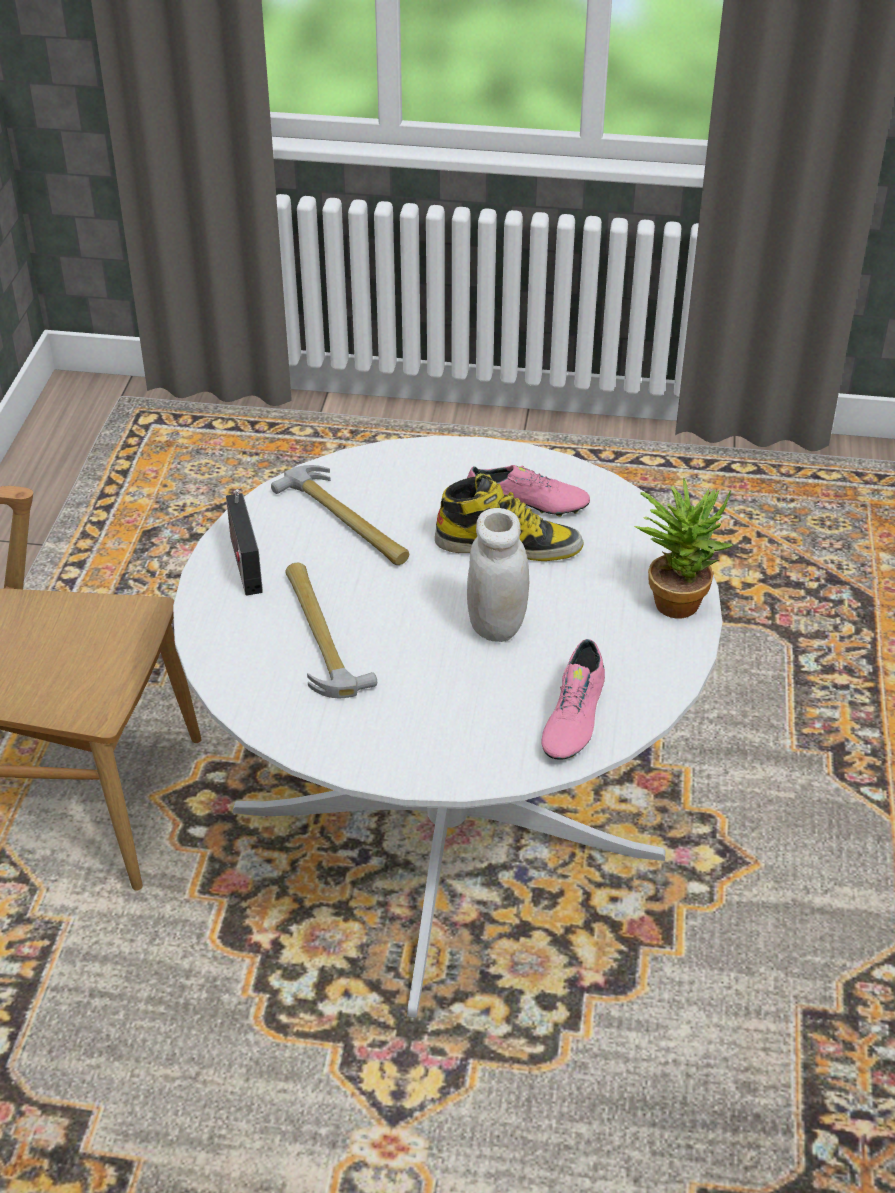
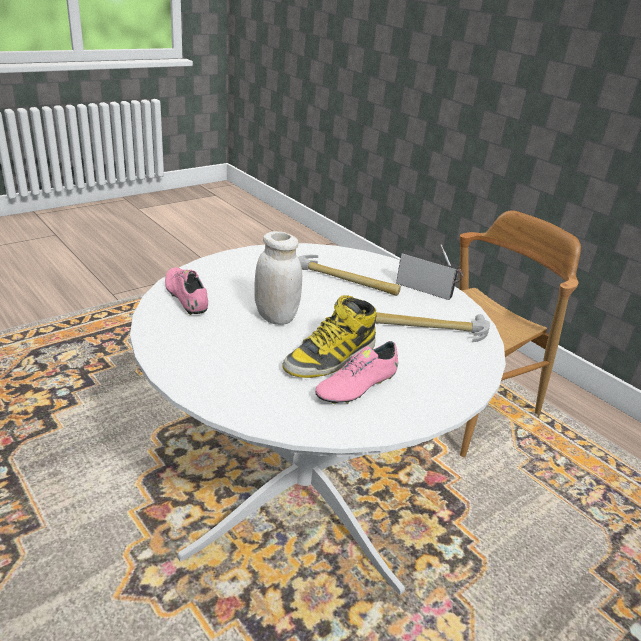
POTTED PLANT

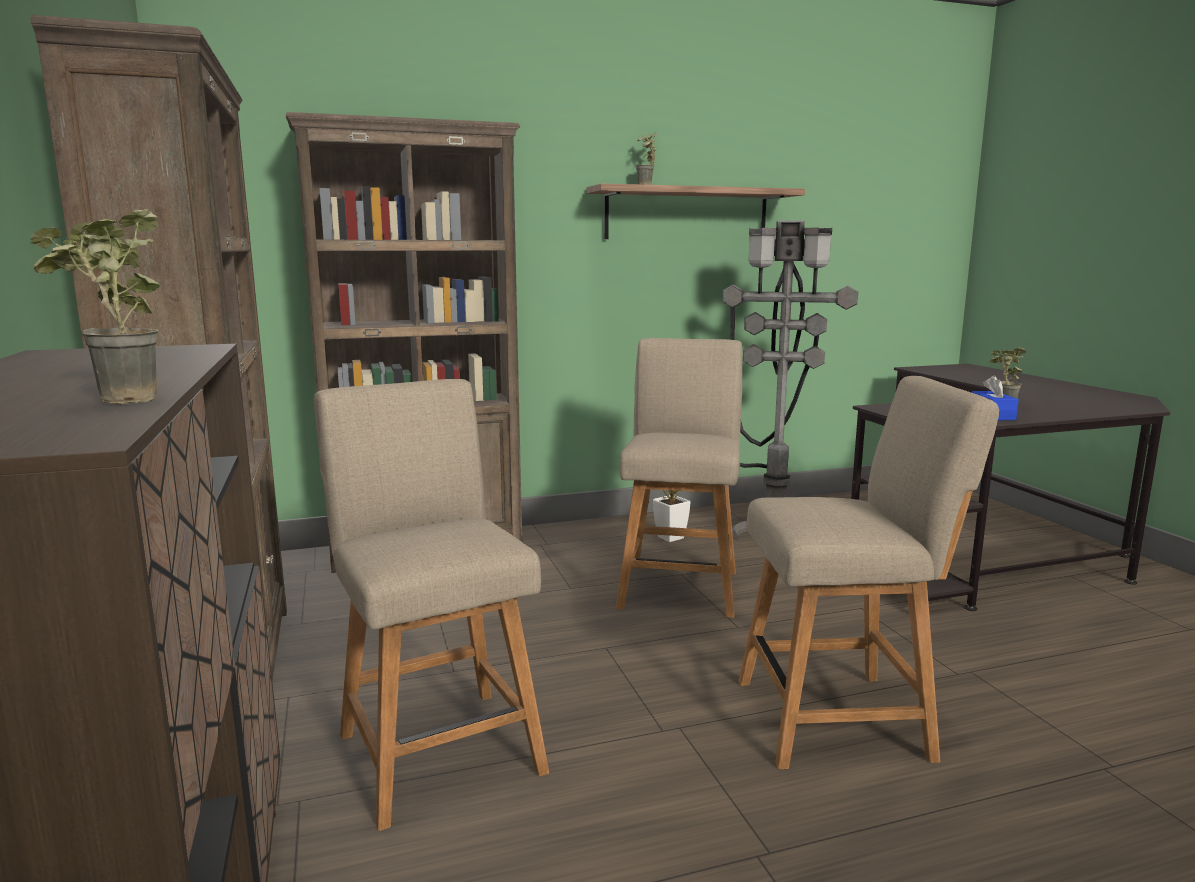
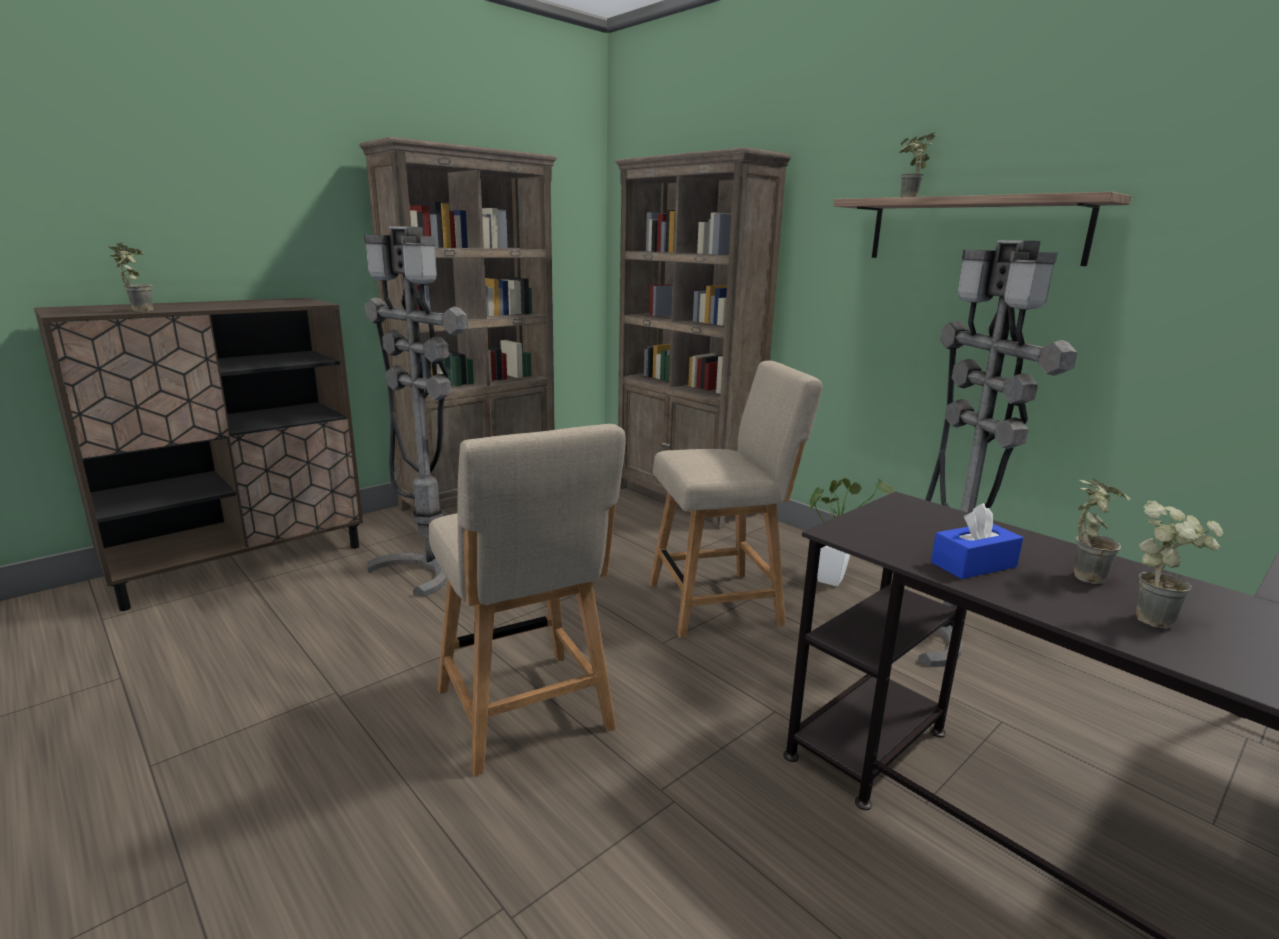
GREY FLOOR LAMP (1st from left)
POTTED PLANT (5th from left)

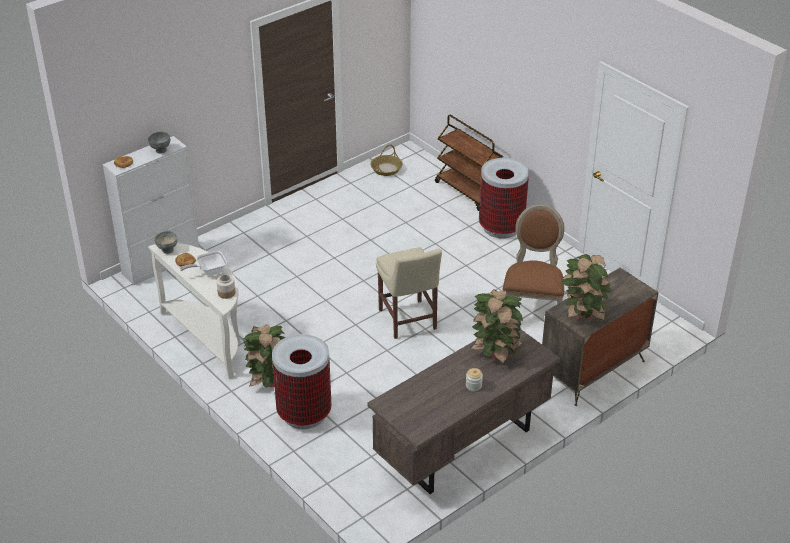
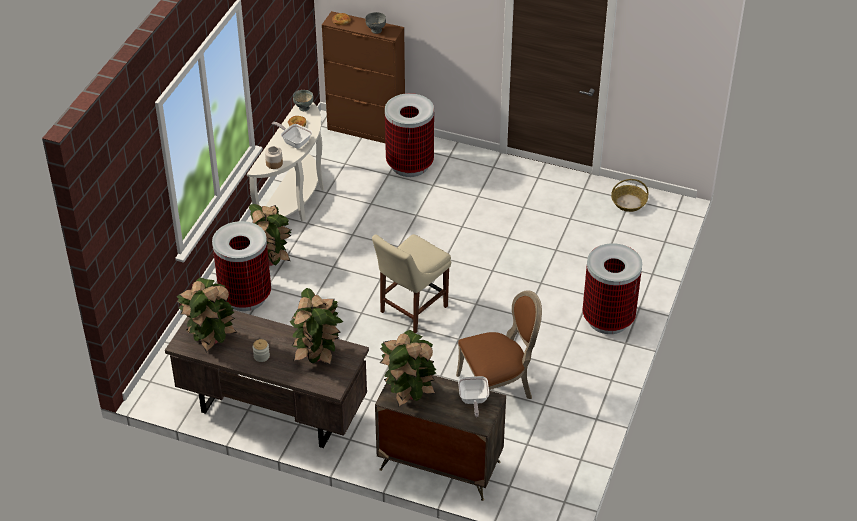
BROWN CART
BROWN CABINET
TRASH CAN (2nd from left)
POTTED PLANT (1st from left)
FRYING PAN (2nd from left)

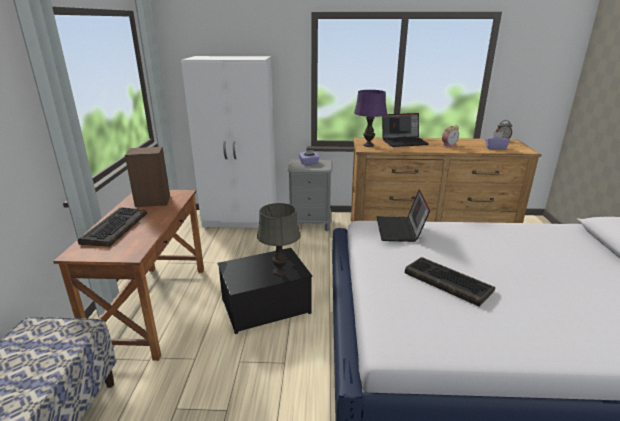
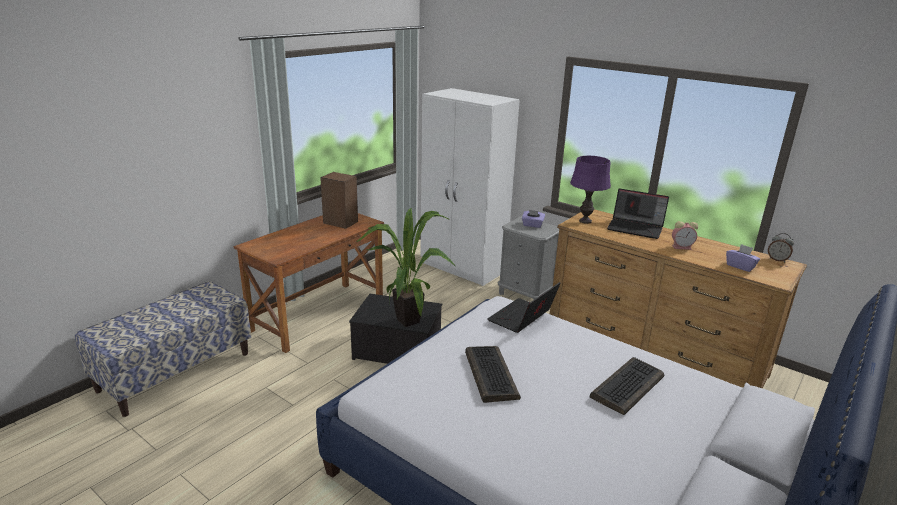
POTTED PLANT
KEYBOARD (2nd from left)

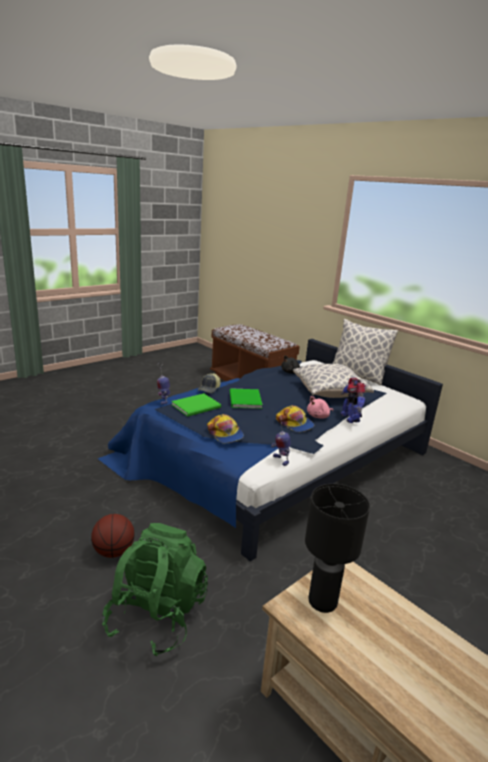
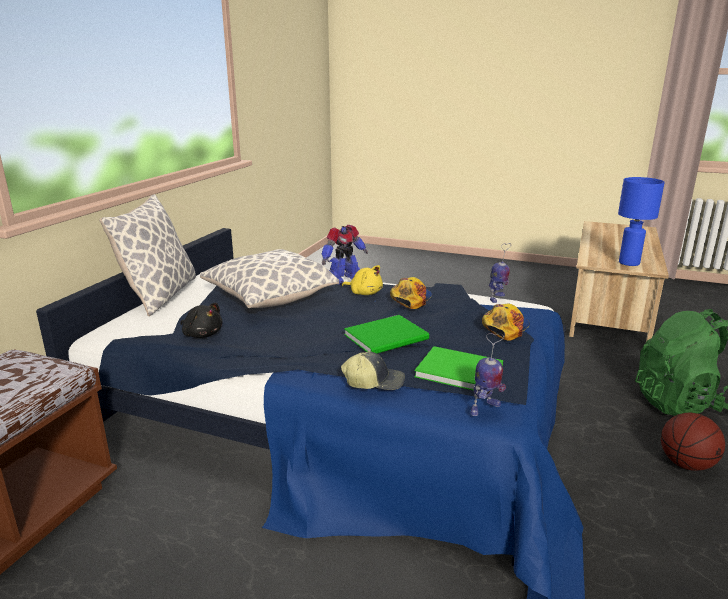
YELLOW PLUSH TOY
BLUE TABLE LAMP

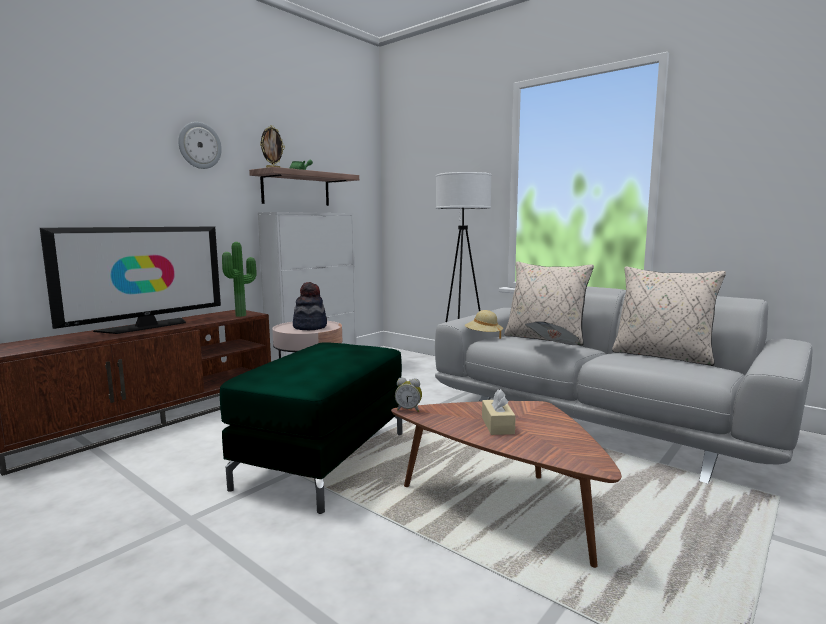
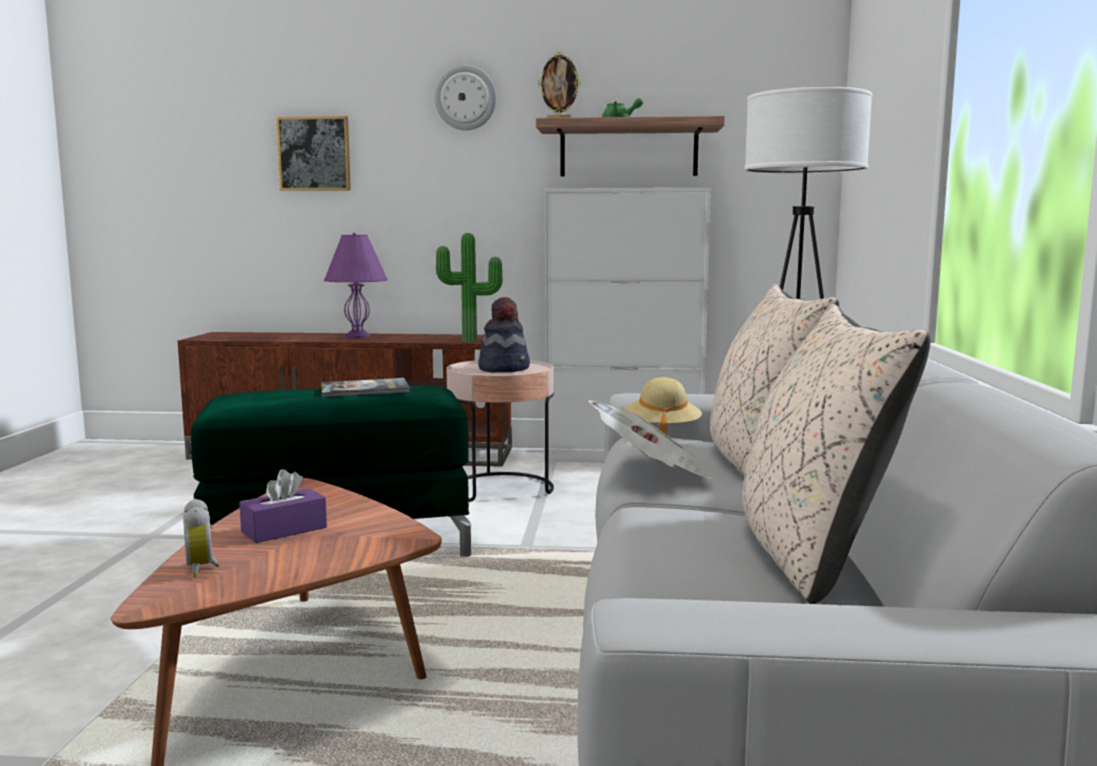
PURPLE TABLE LAMP
ALARM CLOCK
PURPLE TISSUE BOX
PICTURE
BOOK

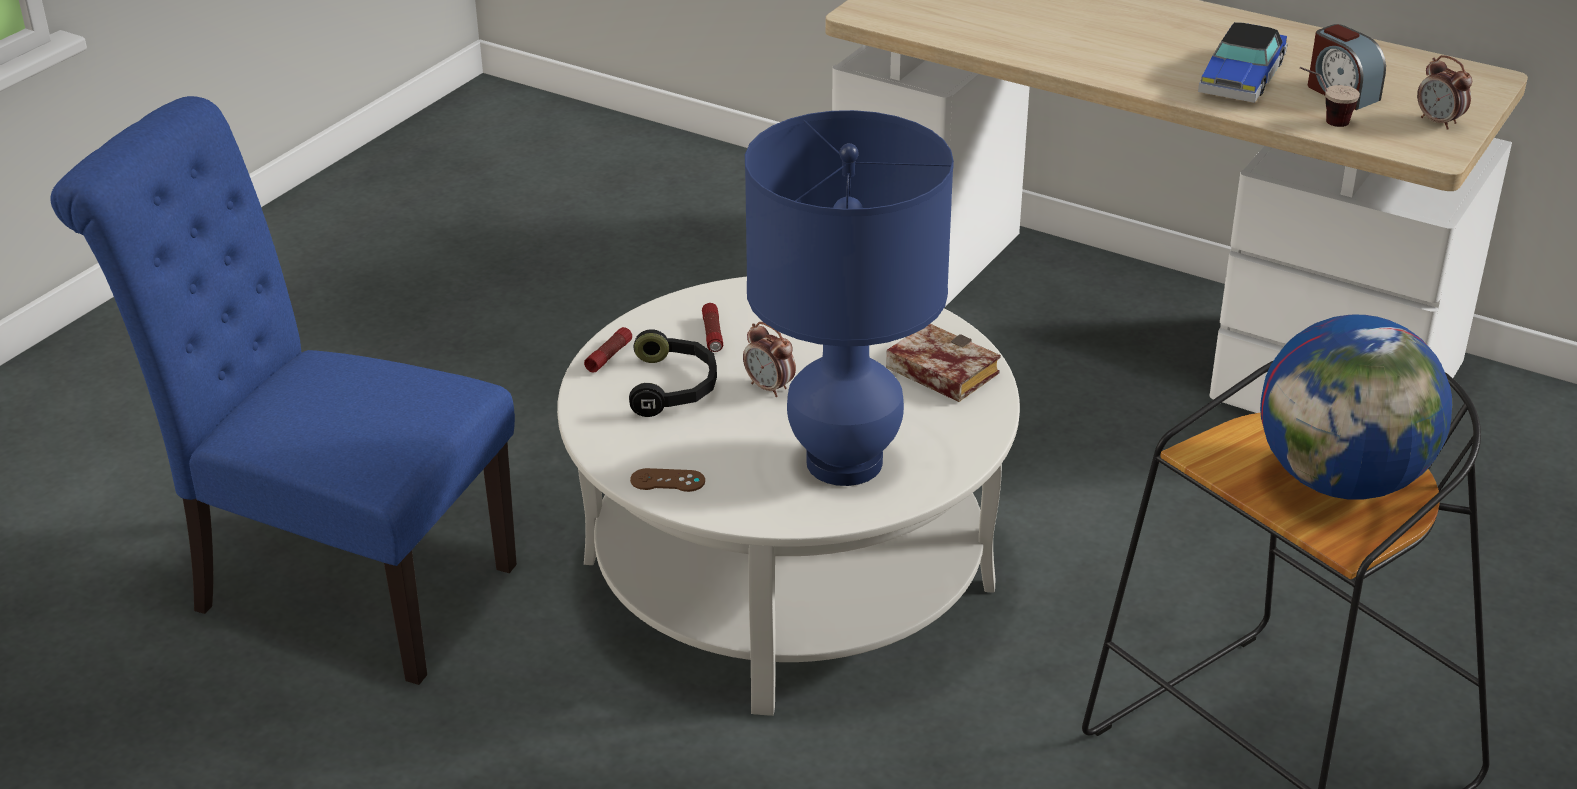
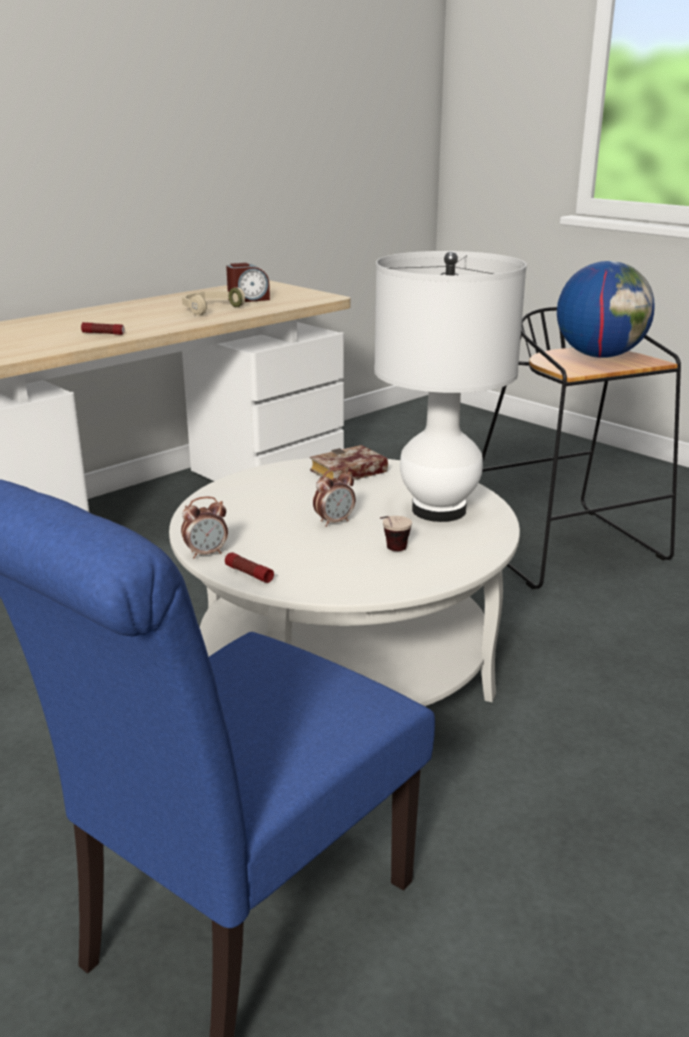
BEIGE HEADPHONES
ALARM CLOCK (1st from left)
CUP
WHITE TABLE LAMP
FLASHLIGHT (1st from left)
BLACK HEADPHONES
BROWN GAME CONTROLLER

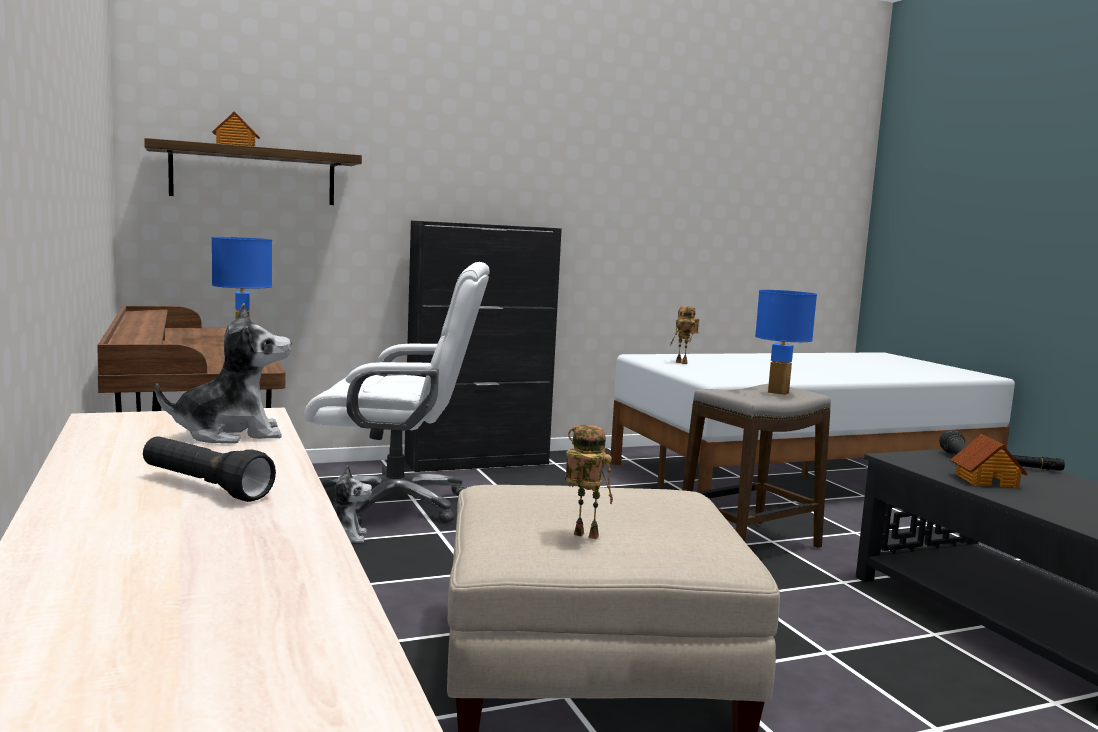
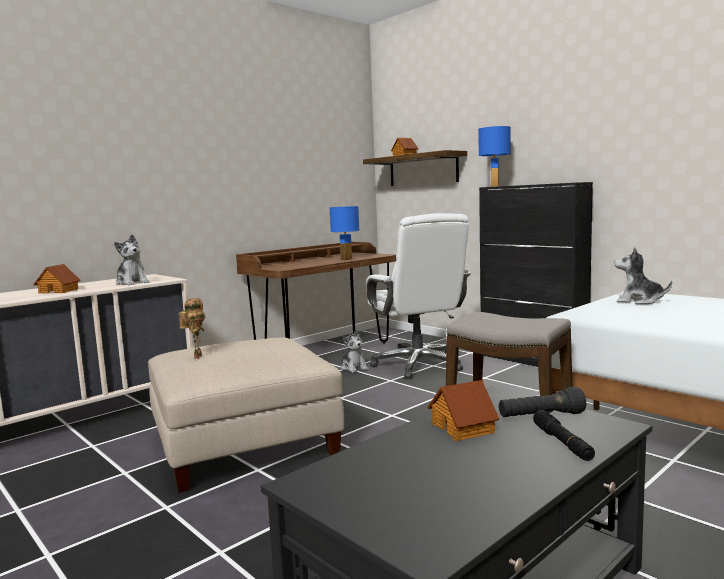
BLUE TABLE LAMP (2nd from left)
PLUSH TOY (3rd from left)
TOY HOUSE (1st from left)

